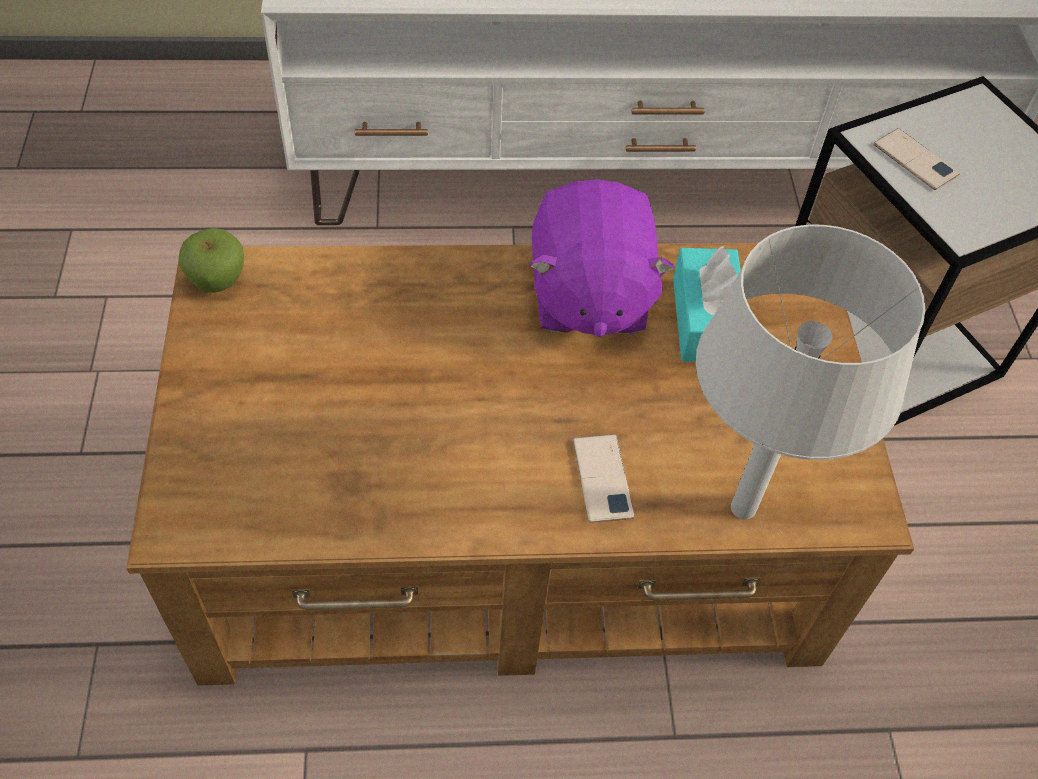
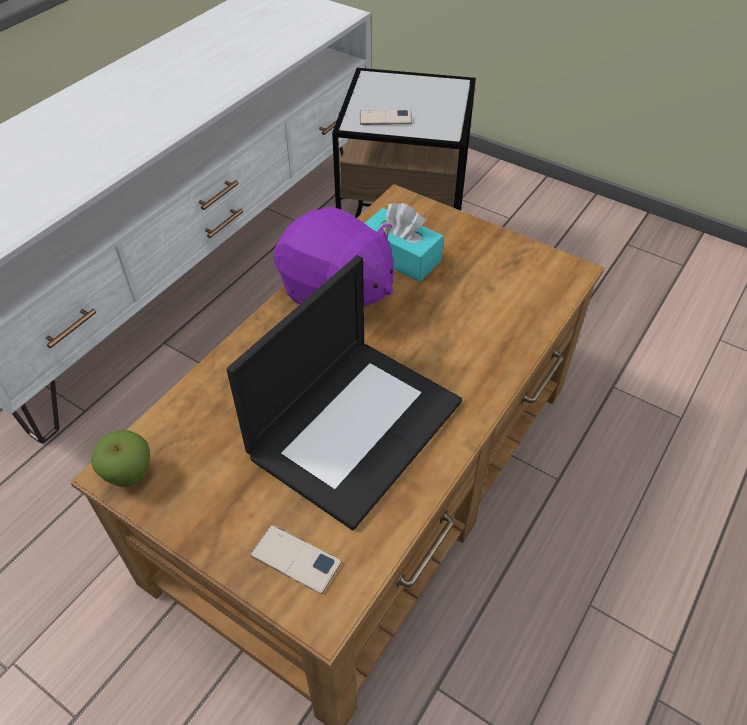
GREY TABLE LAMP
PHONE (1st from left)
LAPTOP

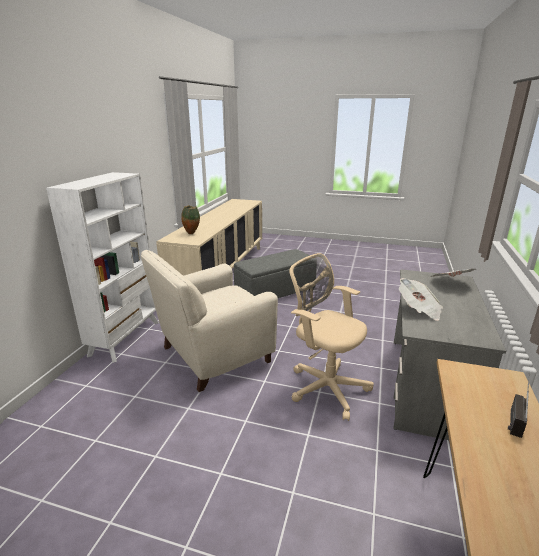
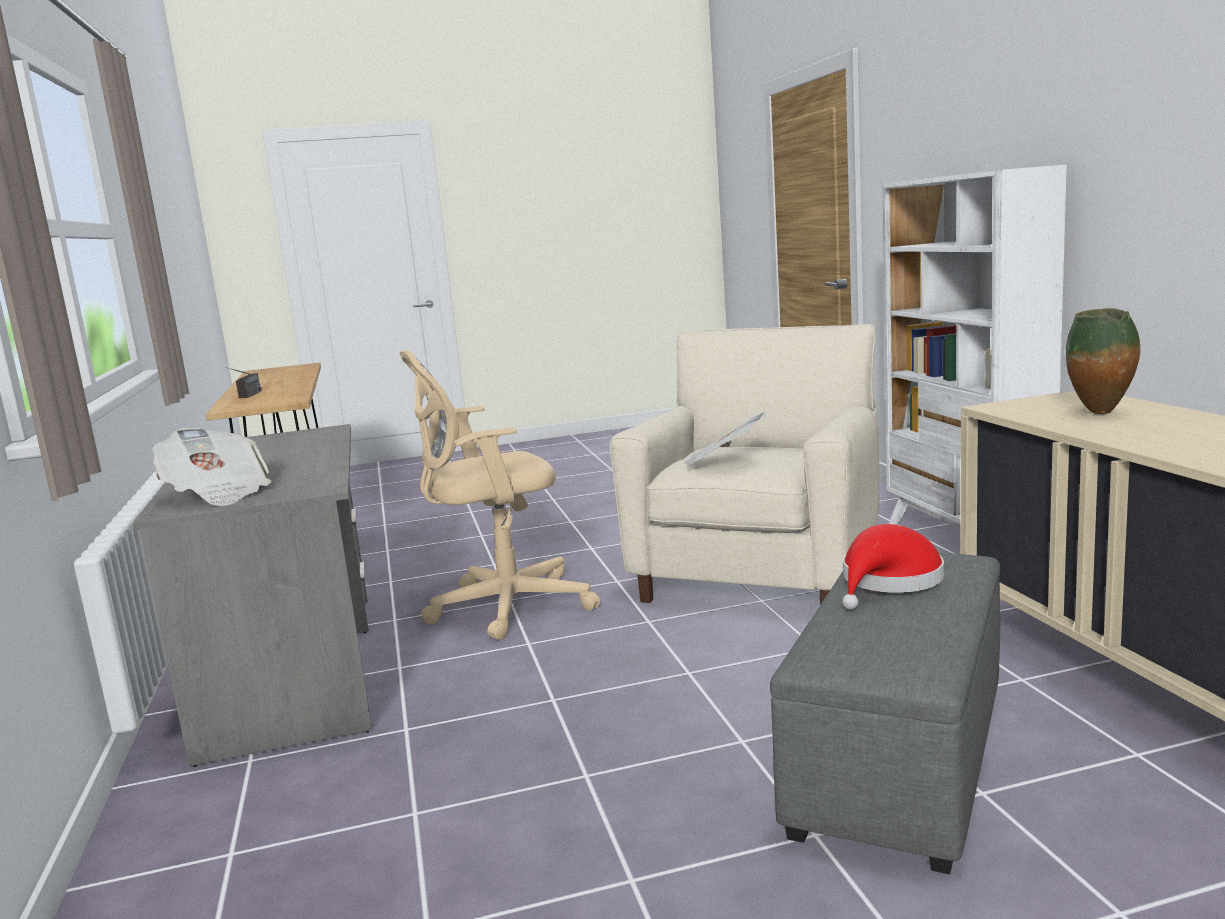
BEIGE OFFICE CHAIR
NEWSPAPER (2nd from left)
RED HAT

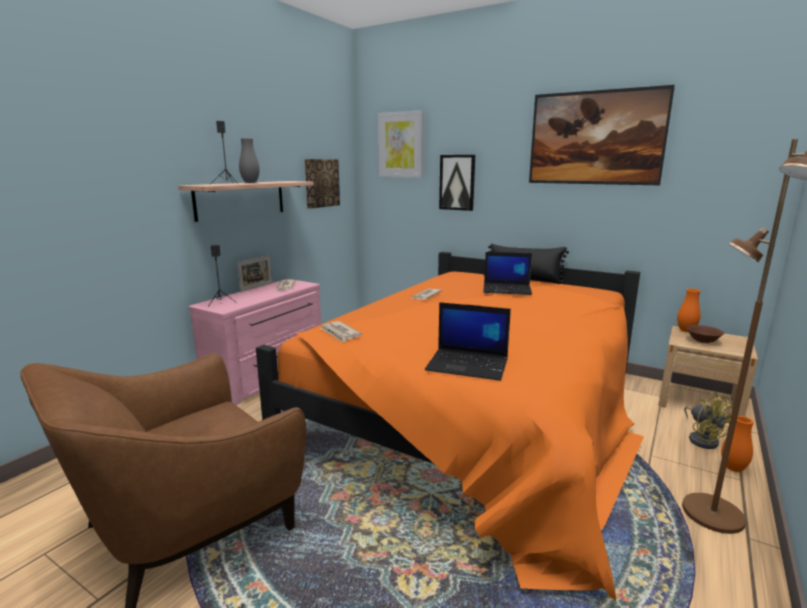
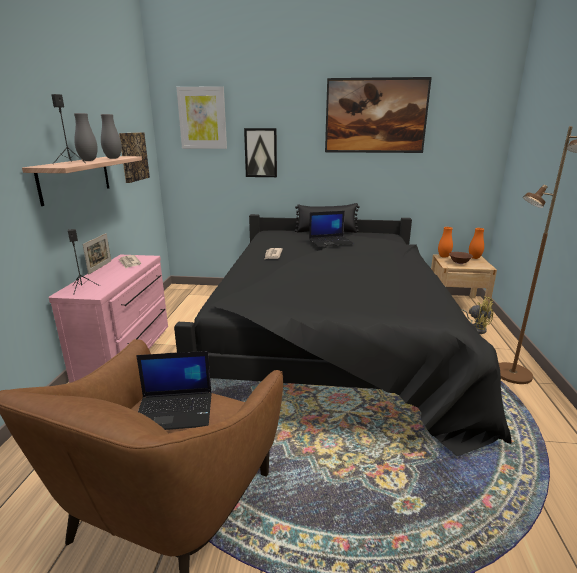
BLACK BED
LAPTOP (1st from left)
NEWSPAPER (2nd from left in the first image)
ORANGE VASE (2nd from left)
GREY VASE (2nd from left)

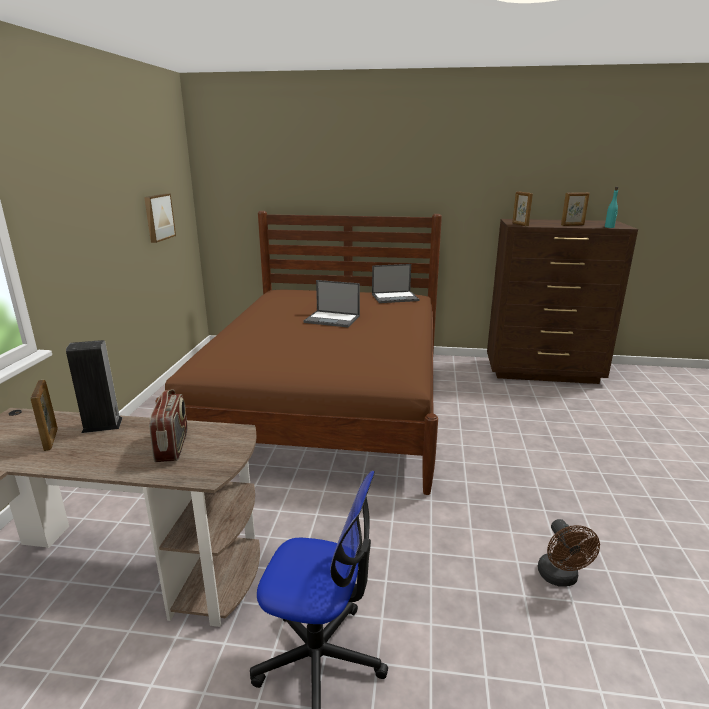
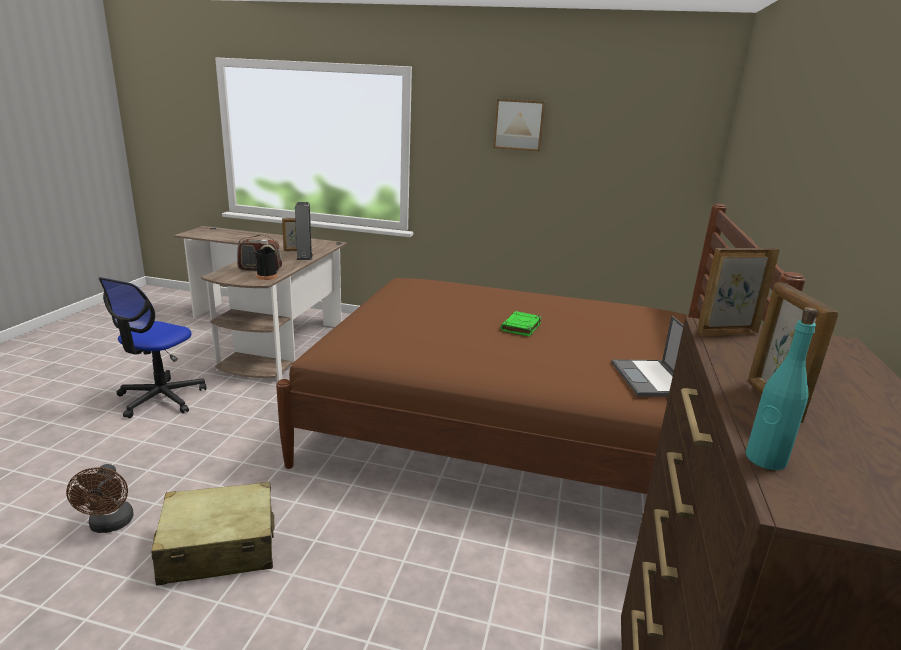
PICTURE
GREEN BOOK
BROWN FAN
BLACK BOTTLE
BEIGE SUITCASE

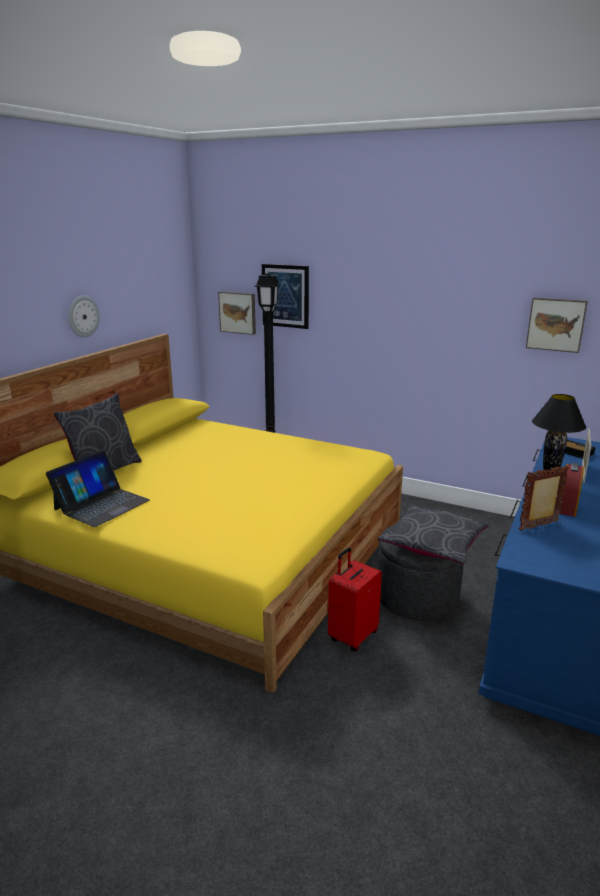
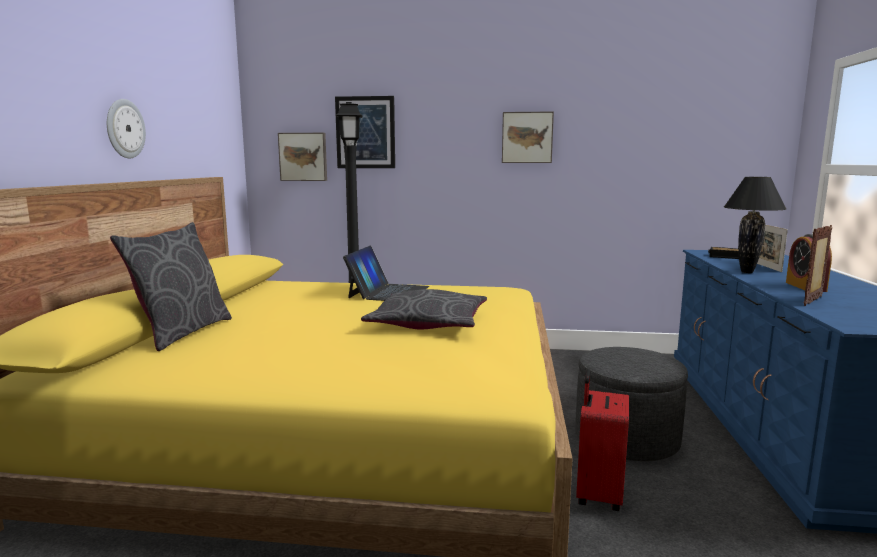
PICTURE (3rd from left)
LAPTOP
GREY PILLOW (2nd from left)

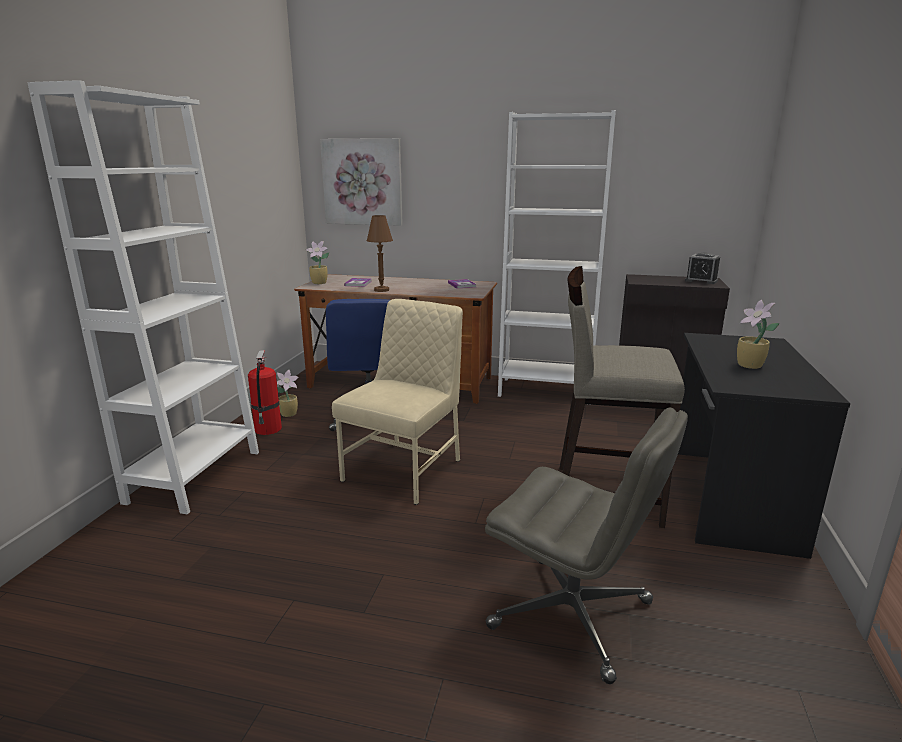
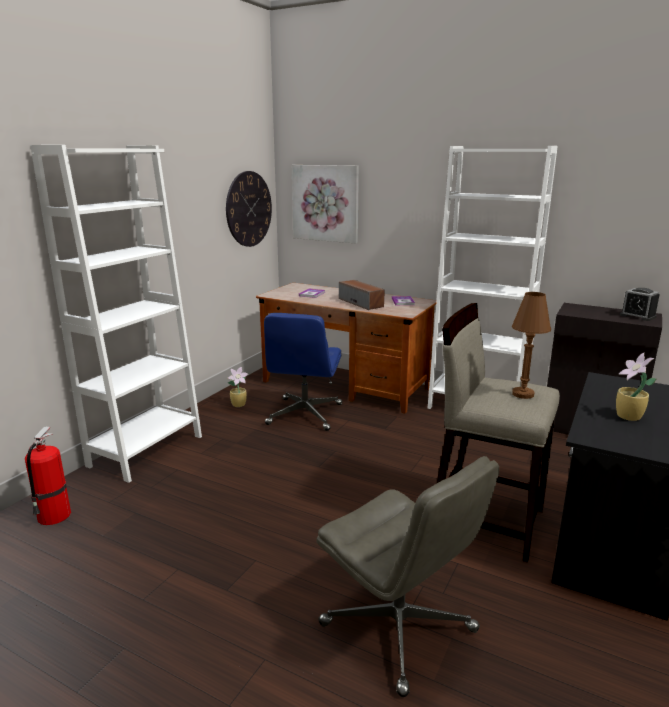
BROWN TABLE LAMP
POTTED PLANT (2nd from left in the first image)
BEIGE CHAIR
FIRE EXTINGUISHER
WALL CLOCK
SPEAKER

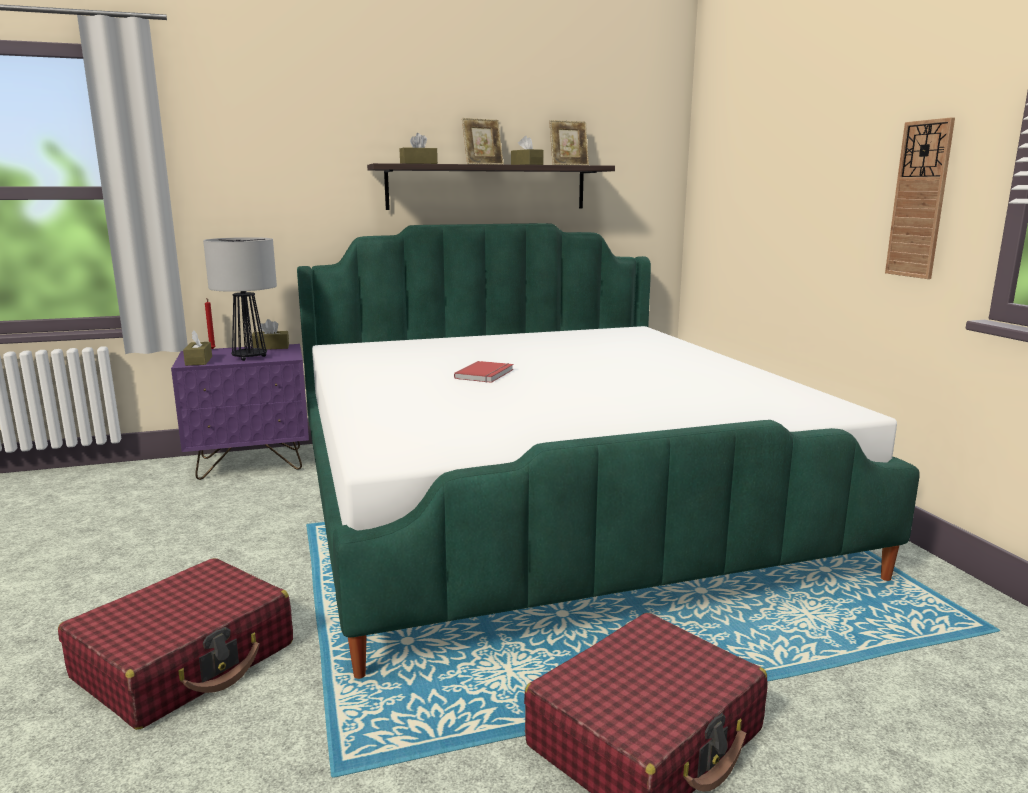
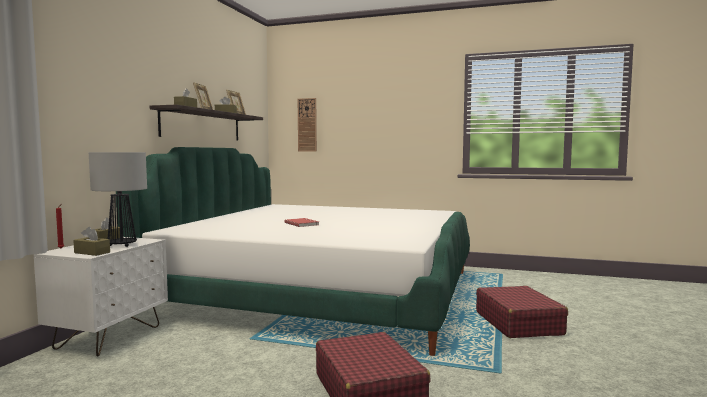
WALL CLOCK
WHITE NIGHTSTAND

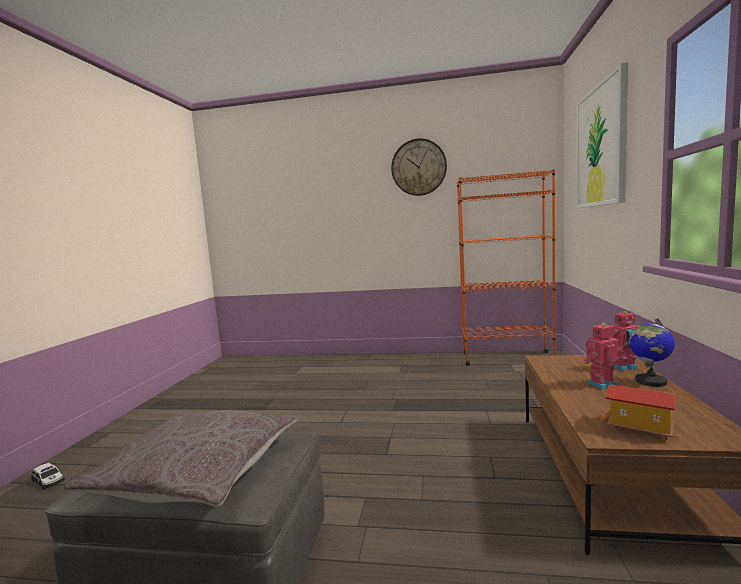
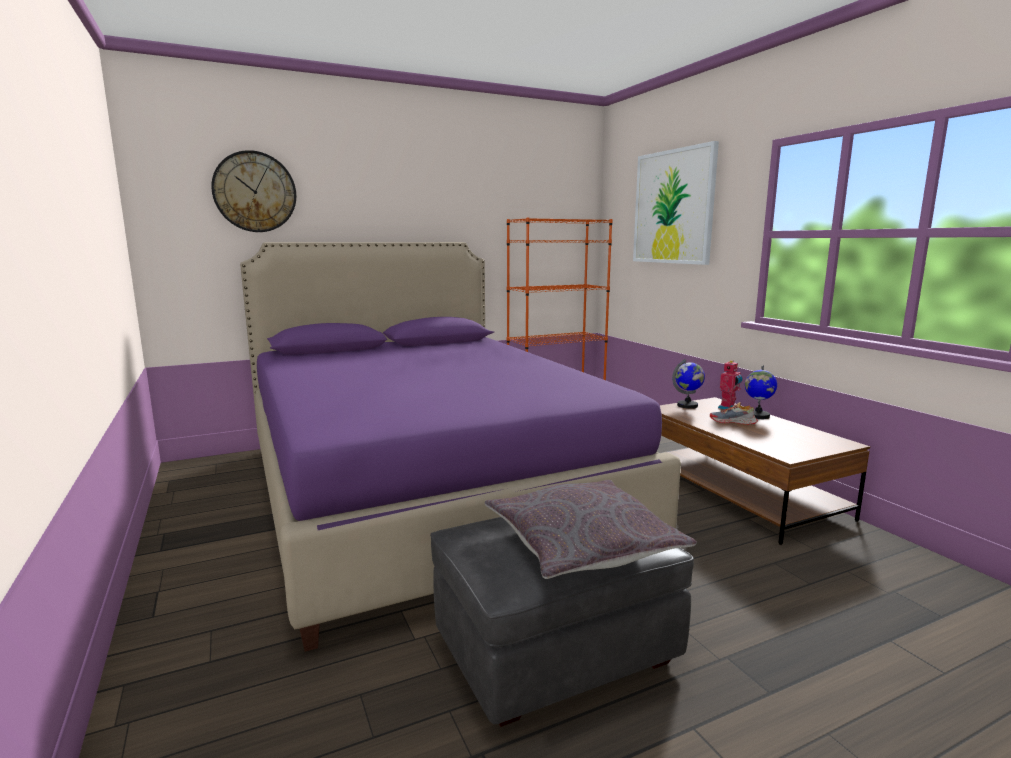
WALL CLOCK
SHOE
TOY HOUSE
TOY CAR
PURPLE BED
GLOBE (1st from left)

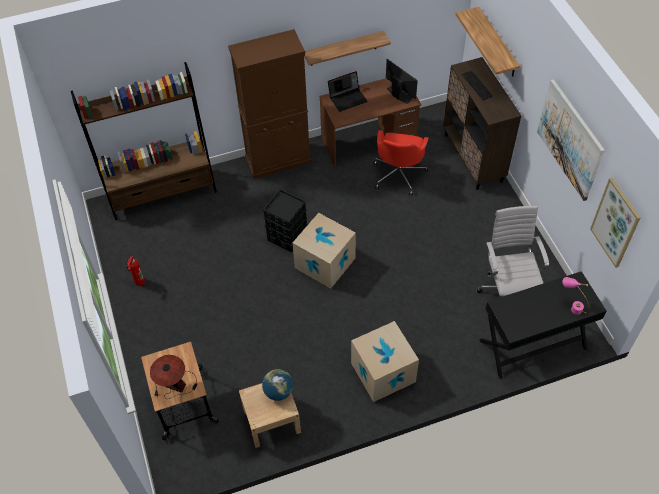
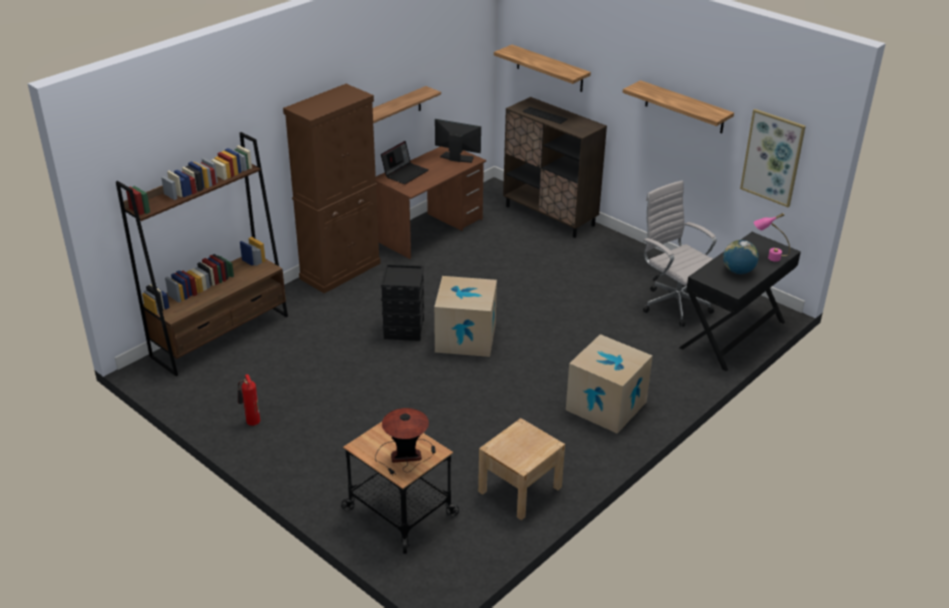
SHELF (3rd from left)
RED OFFICE CHAIR
GLOBE

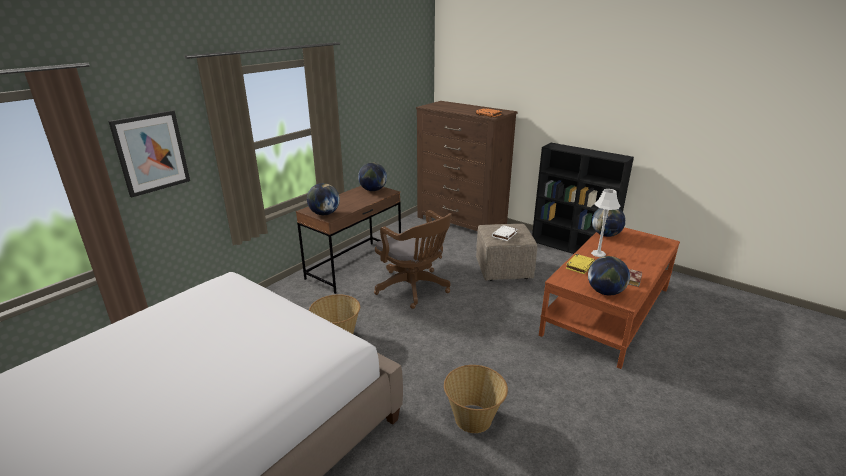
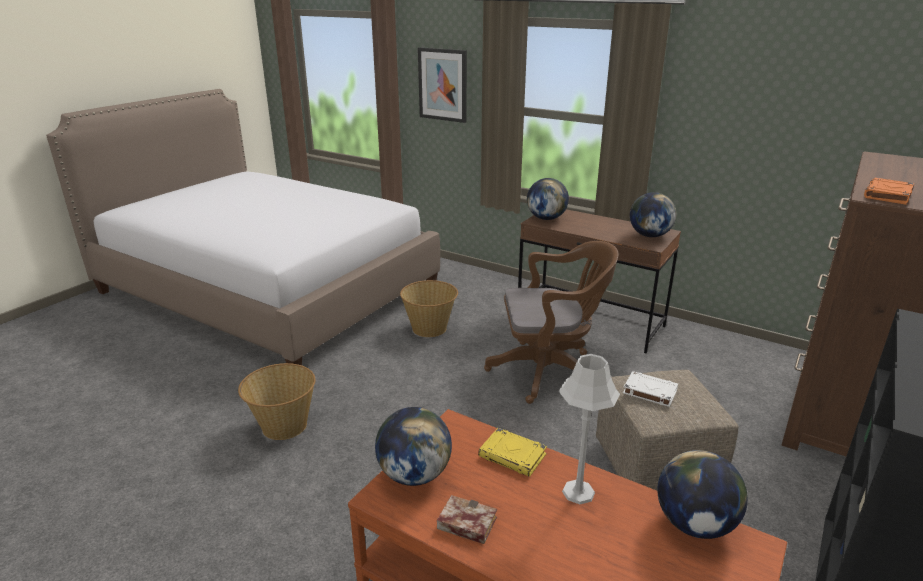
BROWN OFFICE CHAIR

